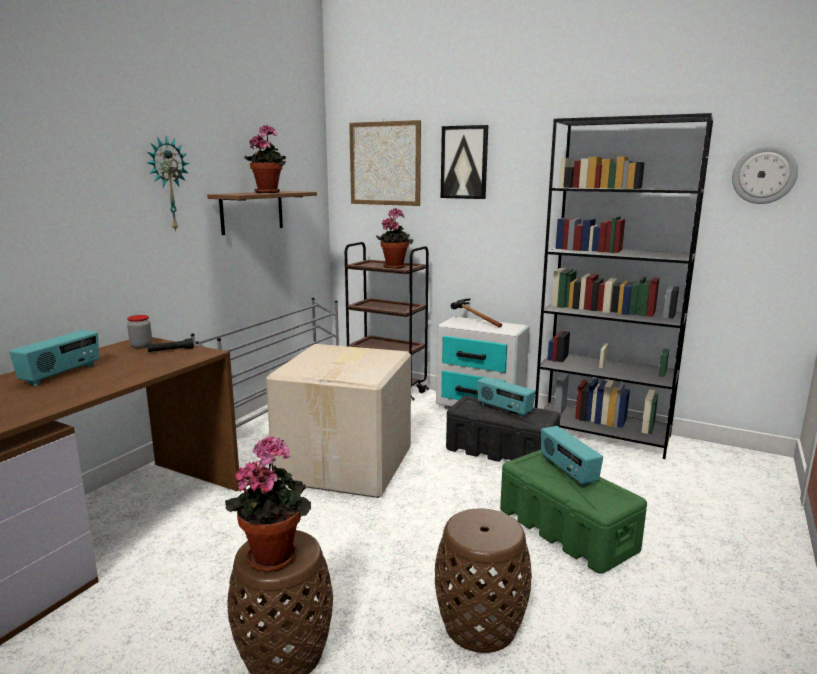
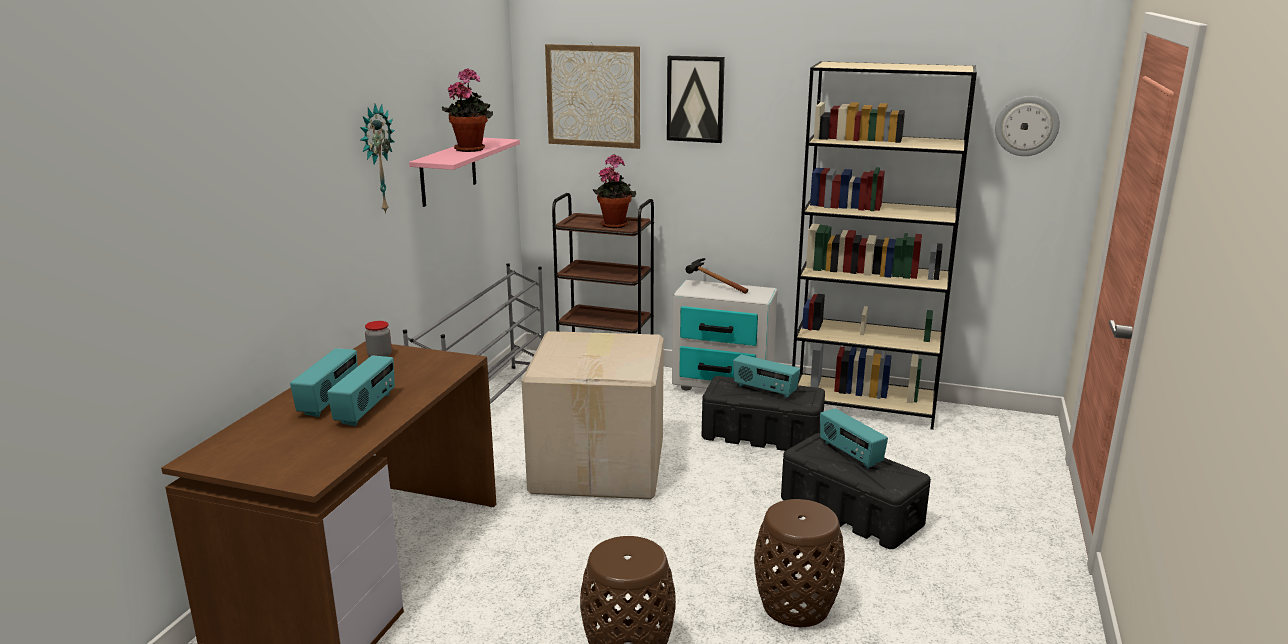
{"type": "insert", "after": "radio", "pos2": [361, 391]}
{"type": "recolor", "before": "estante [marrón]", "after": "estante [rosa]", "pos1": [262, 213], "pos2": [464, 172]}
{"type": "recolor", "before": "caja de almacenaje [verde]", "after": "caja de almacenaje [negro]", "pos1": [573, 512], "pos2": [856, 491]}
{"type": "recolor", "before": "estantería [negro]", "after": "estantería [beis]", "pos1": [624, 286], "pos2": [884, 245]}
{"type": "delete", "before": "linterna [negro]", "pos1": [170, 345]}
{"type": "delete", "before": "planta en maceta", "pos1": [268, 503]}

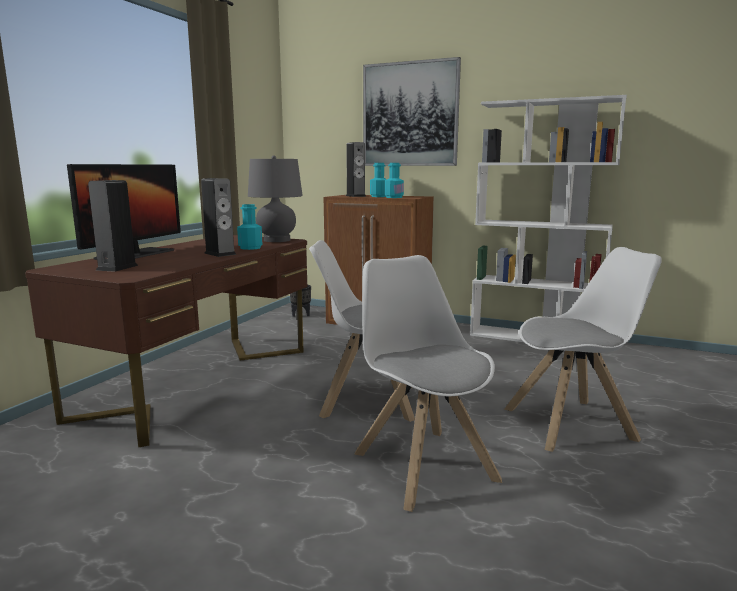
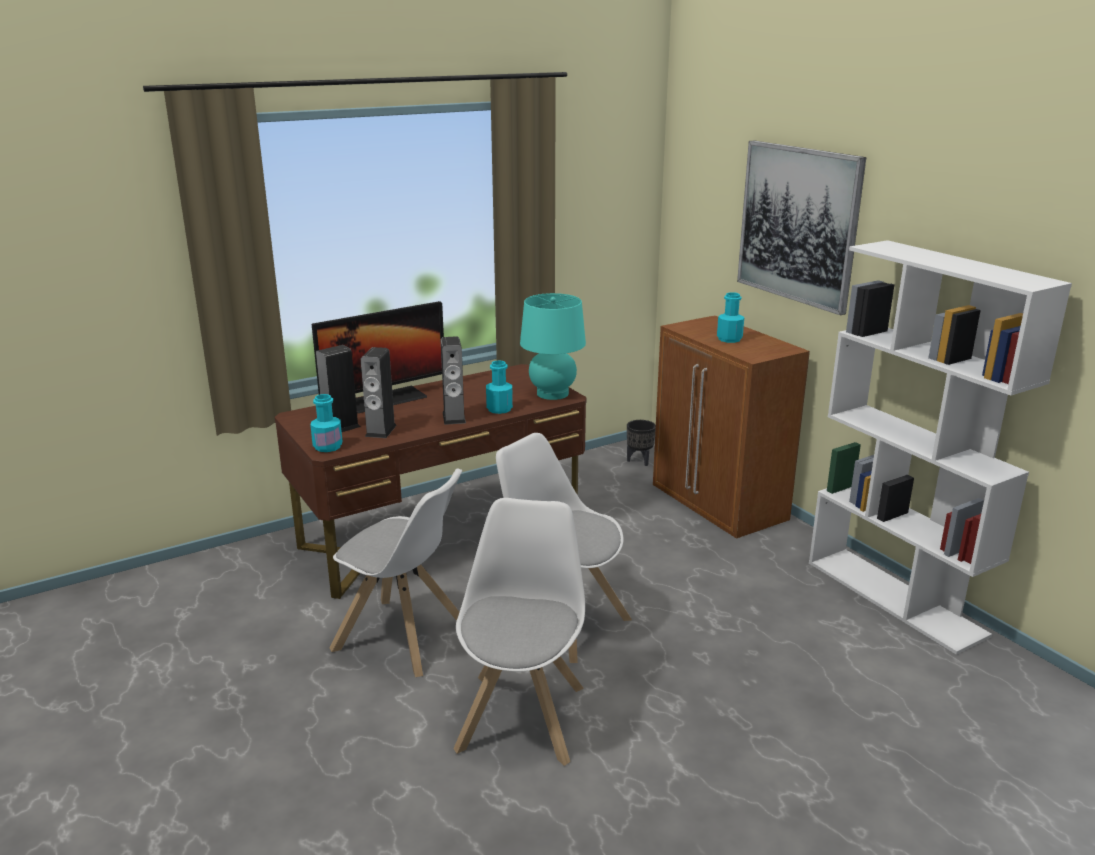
{"type": "move", "before": "botella [turquesa]", "pos1": [394, 180], "pos2": [326, 423]}
{"type": "move", "before": "silla", "pos1": [583, 349], "pos2": [396, 572]}
{"type": "move", "before": "altavoz", "pos1": [356, 169], "pos2": [379, 392]}
{"type": "recolor", "before": "lámpara de mesa [gris]", "after": "lámpara de mesa [turquesa]", "pos1": [275, 198], "pos2": [553, 346]}

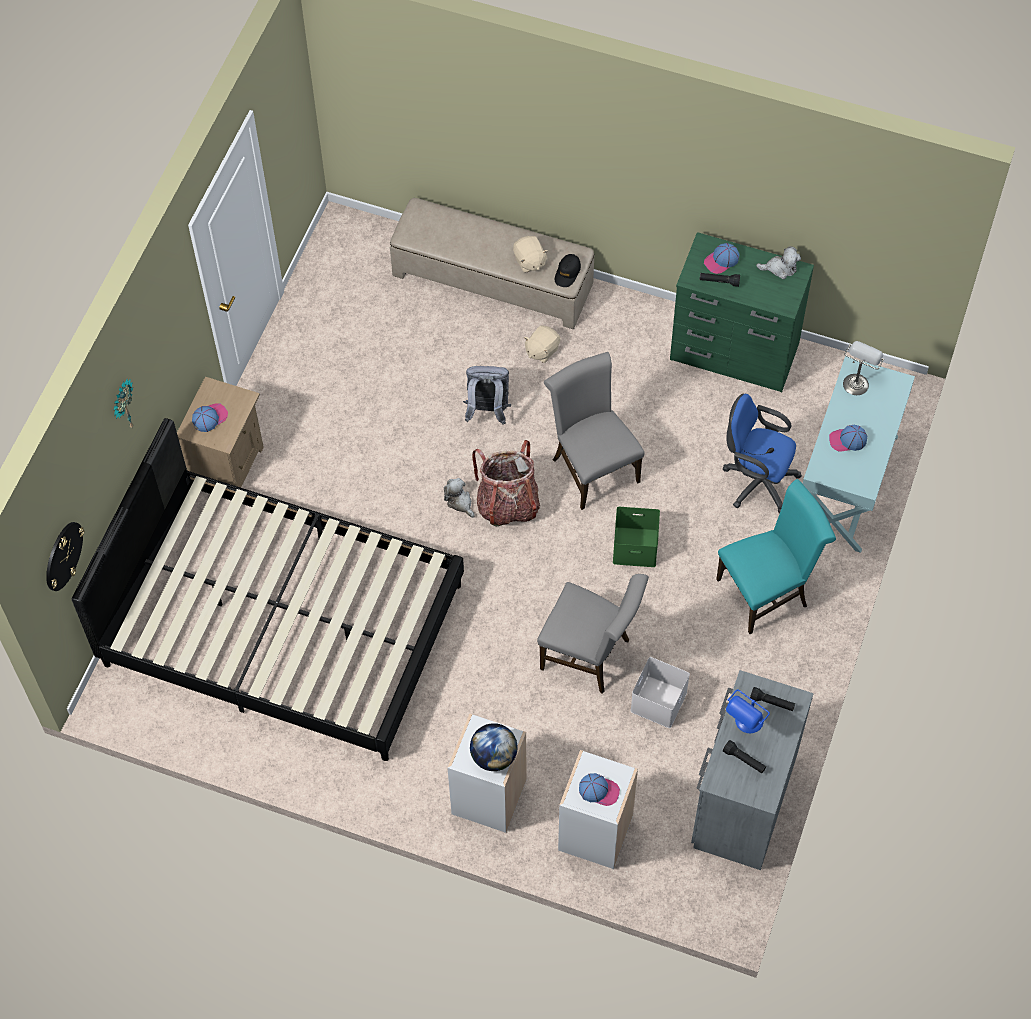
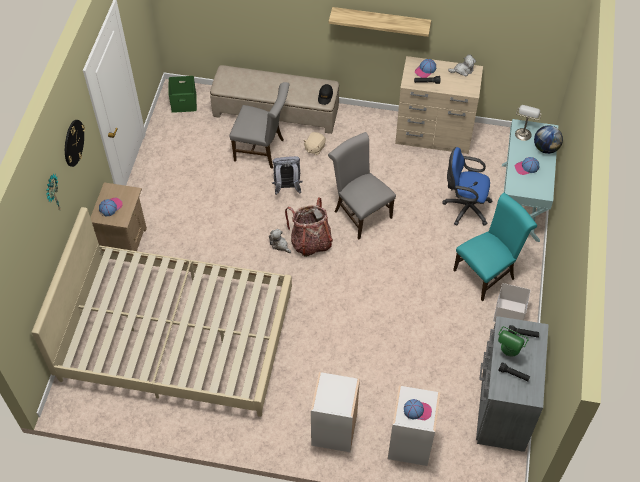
{"type": "recolor", "before": "cama [negro]", "after": "cama [beis]", "pos1": [268, 589], "pos2": [162, 312]}
{"type": "move", "before": "reloj de pared", "pos1": [65, 556], "pos2": [75, 143]}
{"type": "move", "before": "caja de almacenaje [verde]", "pos1": [636, 537], "pos2": [183, 94]}
{"type": "move", "before": "silla [gris]", "pos1": [593, 634], "pos2": [259, 125]}
{"type": "insert", "after": "estante", "pos2": [380, 22]}
{"type": "recolor", "before": "cómoda [verde]", "after": "cómoda [beis]", "pos1": [742, 312], "pos2": [439, 105]}
{"type": "move", "before": "caja de almacenaje [blanco]", "pos1": [660, 692], "pos2": [512, 302]}
{"type": "recolor", "before": "lámpara de mesa [azul]", "after": "lámpara de mesa [verde]", "pos1": [748, 711], "pos2": [513, 341]}
{"type": "move", "before": "globo terráqueo", "pos1": [494, 747], "pos2": [548, 139]}
{"type": "delete", "before": "peluche [beis]", "pos1": [530, 254]}

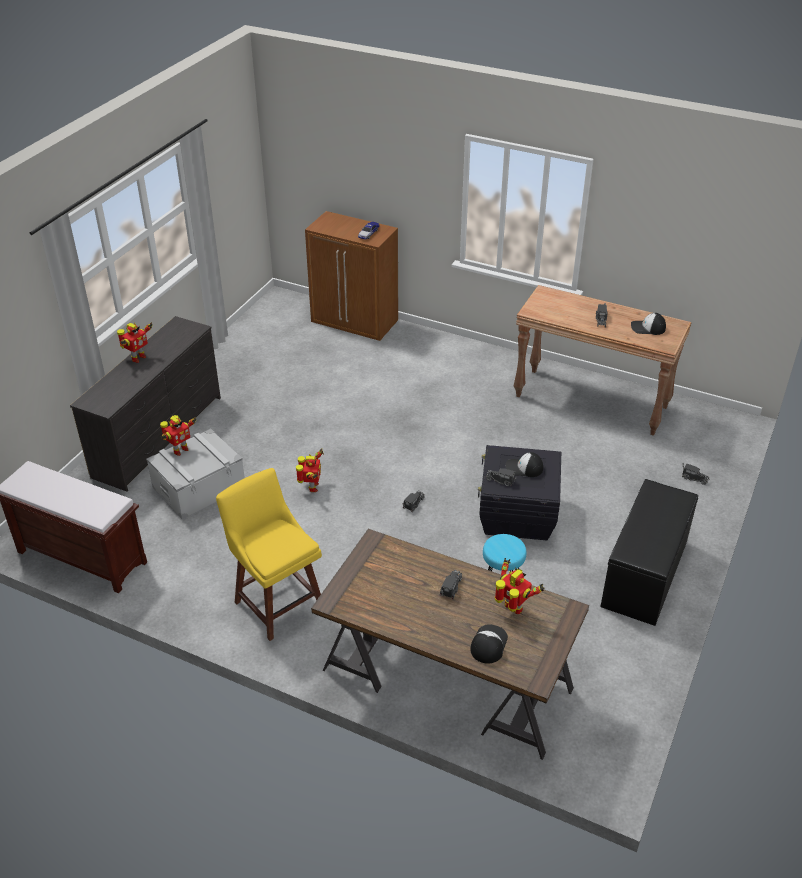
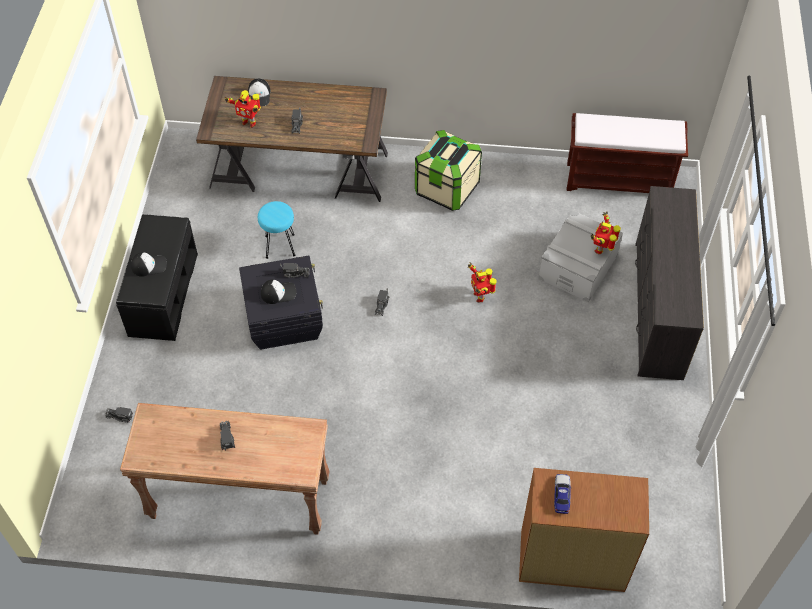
{"type": "move", "before": "gorra", "pos1": [648, 324], "pos2": [149, 264]}
{"type": "replace", "before": "taburete [amarillo]", "after": "caja de almacenaje", "pos1": [269, 554], "pos2": [448, 170]}
{"type": "delete", "before": "robot de juguete", "pos1": [135, 342]}

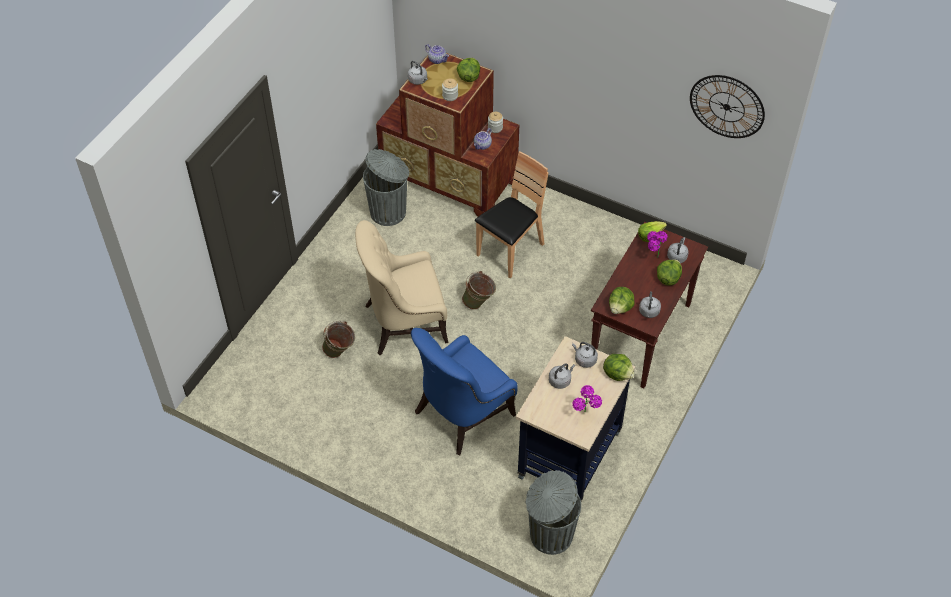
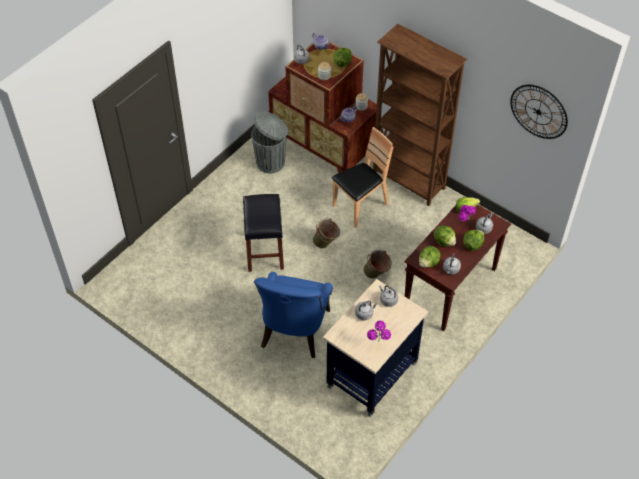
{"type": "replace", "before": "silla [beis]", "after": "taburete [negro]", "pos1": [402, 287], "pos2": [263, 233]}
{"type": "rotate", "before": "silla [azul]", "pos1": [464, 391], "pos2": [293, 315], "turn": -45}
{"type": "move", "before": "cubo [verde]", "pos1": [339, 339], "pos2": [377, 264]}
{"type": "insert", "after": "estantería [marrón]", "pos2": [420, 115]}
{"type": "move", "before": "lechuga", "pos1": [619, 367], "pos2": [445, 235]}
{"type": "delete", "before": "papelera [gris]", "pos1": [553, 512]}

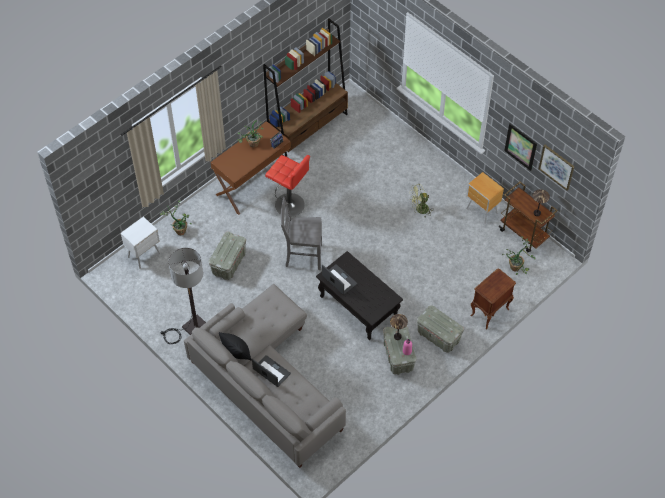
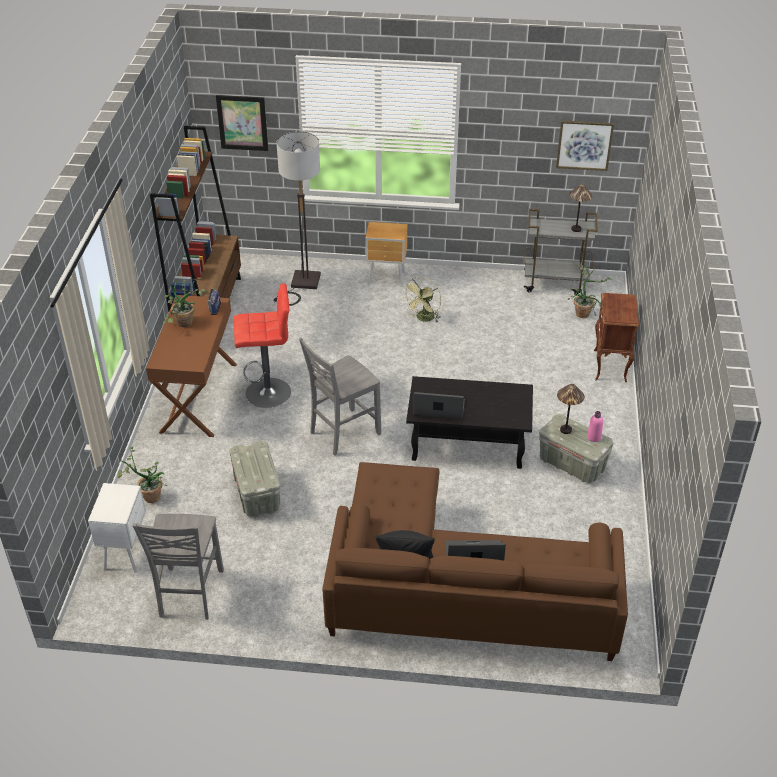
{"type": "insert", "after": "silla [gris]", "pos2": [178, 567]}
{"type": "move", "before": "cuadro", "pos1": [520, 147], "pos2": [242, 123]}
{"type": "move", "before": "lámpara de pie", "pos1": [183, 296], "pos2": [297, 218]}
{"type": "recolor", "before": "sofá [gris]", "after": "sofá [marrón]", "pos1": [265, 376], "pos2": [475, 561]}
{"type": "move", "before": "mesita de noche [marrón]", "pos1": [485, 198], "pos2": [386, 254]}
{"type": "recolor", "before": "carrito [marrón]", "after": "carrito [gris]", "pos1": [528, 217], "pos2": [561, 252]}
{"type": "delete", "before": "caja de almacenaje [gris]", "pos1": [440, 329]}

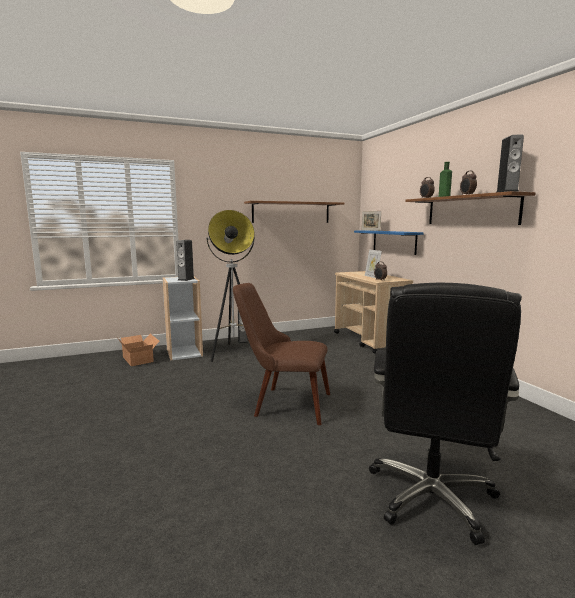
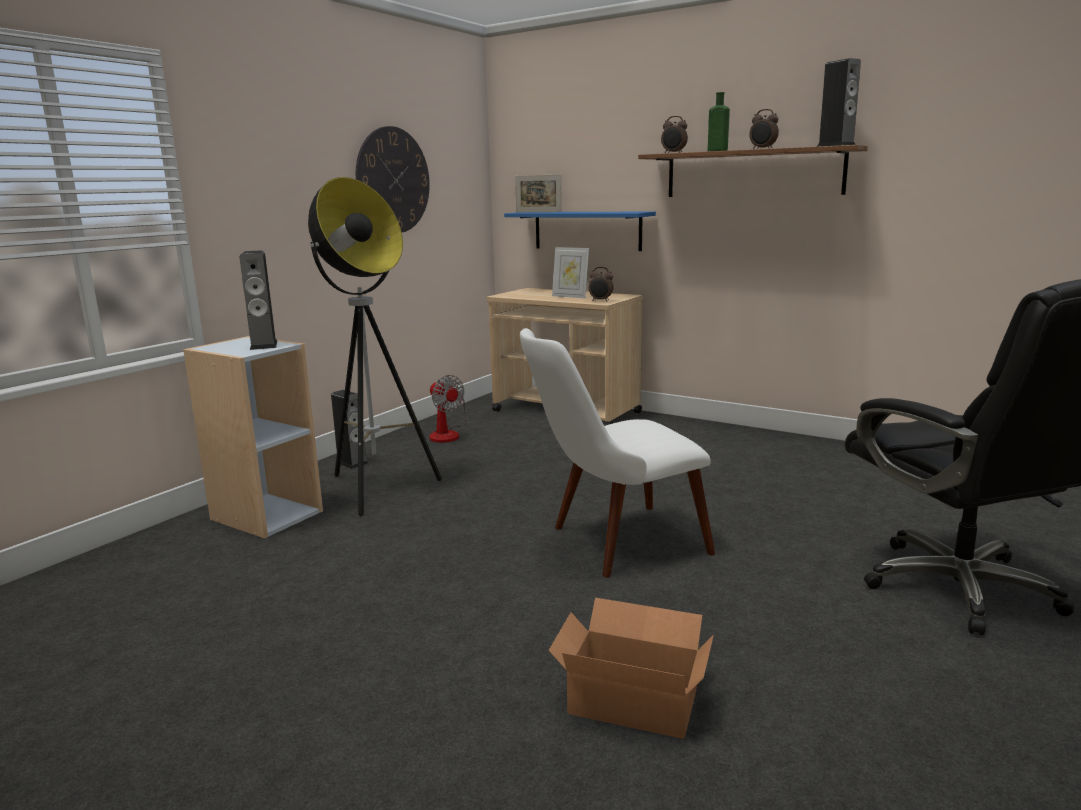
{"type": "replace", "before": "estante", "after": "reloj de pared", "pos1": [294, 212], "pos2": [393, 179]}
{"type": "insert", "after": "ventilador", "pos2": [449, 409]}
{"type": "recolor", "before": "silla [marrón]", "after": "silla [blanco]", "pos1": [281, 354], "pos2": [617, 453]}
{"type": "move", "before": "caja de cartón", "pos1": [138, 350], "pos2": [631, 668]}

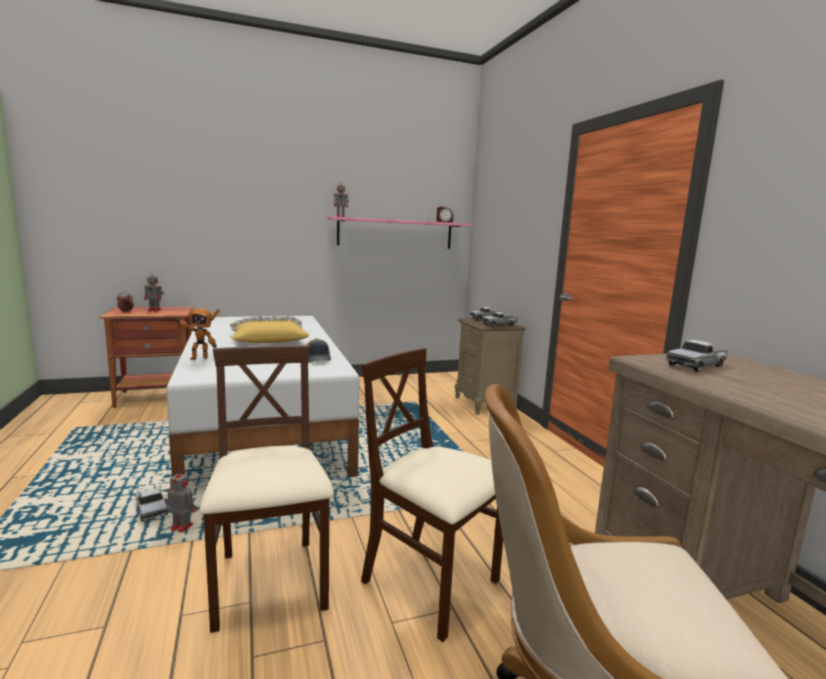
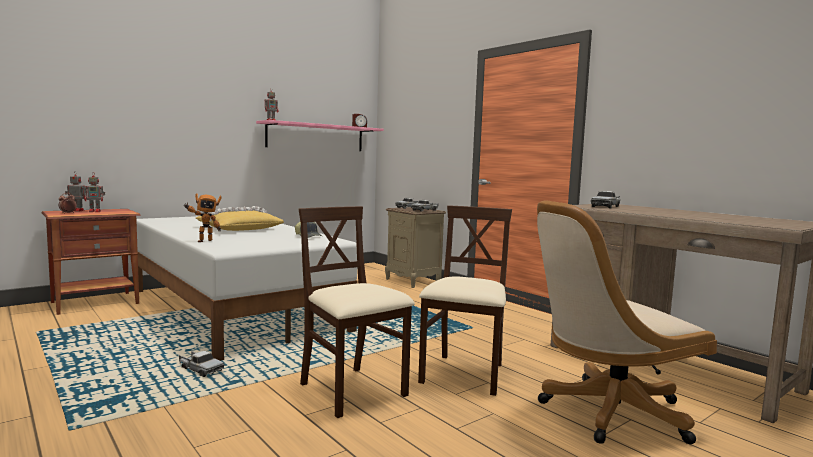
{"type": "move", "before": "robot de juguete", "pos1": [181, 501], "pos2": [75, 191]}
{"type": "rotate", "before": "silla [beis]", "pos1": [432, 495], "pos2": [465, 300], "turn": 90}

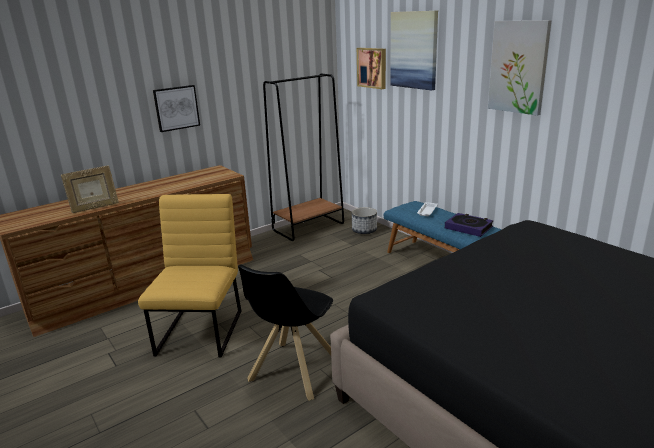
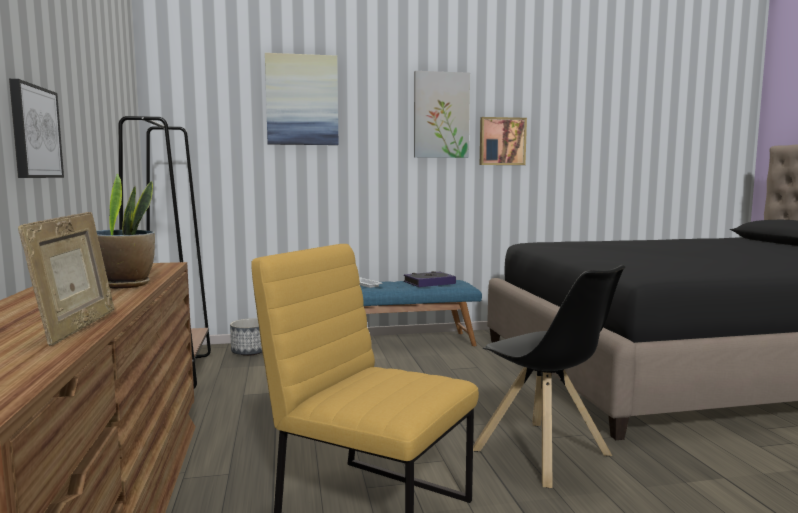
{"type": "insert", "after": "planta en maceta", "pos2": [126, 231]}
{"type": "move", "before": "cuadro", "pos1": [371, 68], "pos2": [503, 141]}

